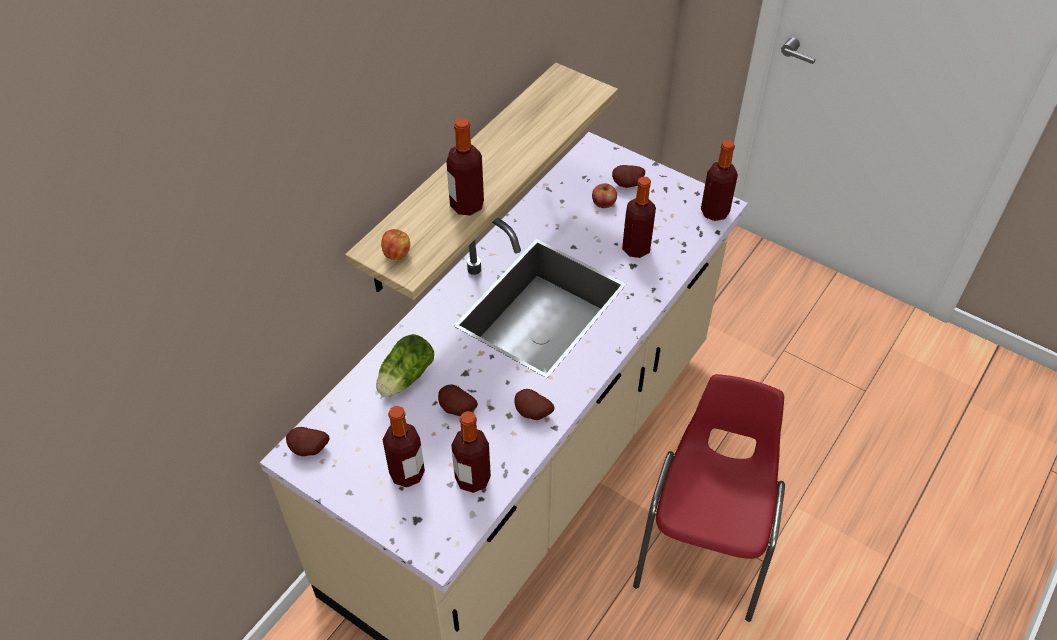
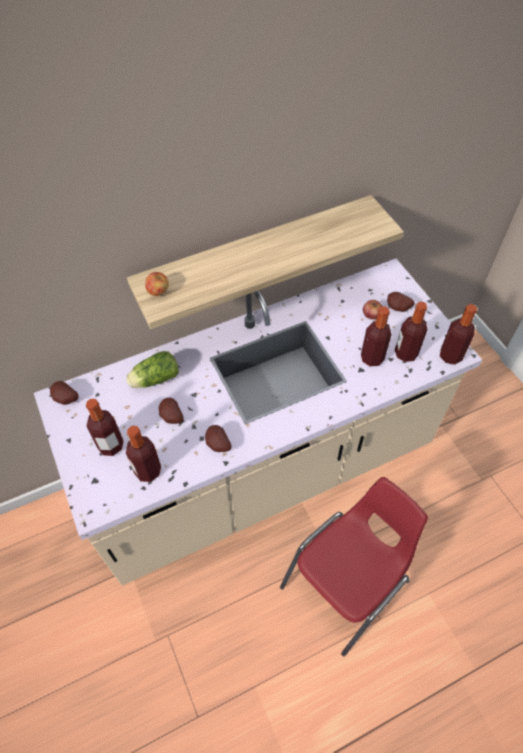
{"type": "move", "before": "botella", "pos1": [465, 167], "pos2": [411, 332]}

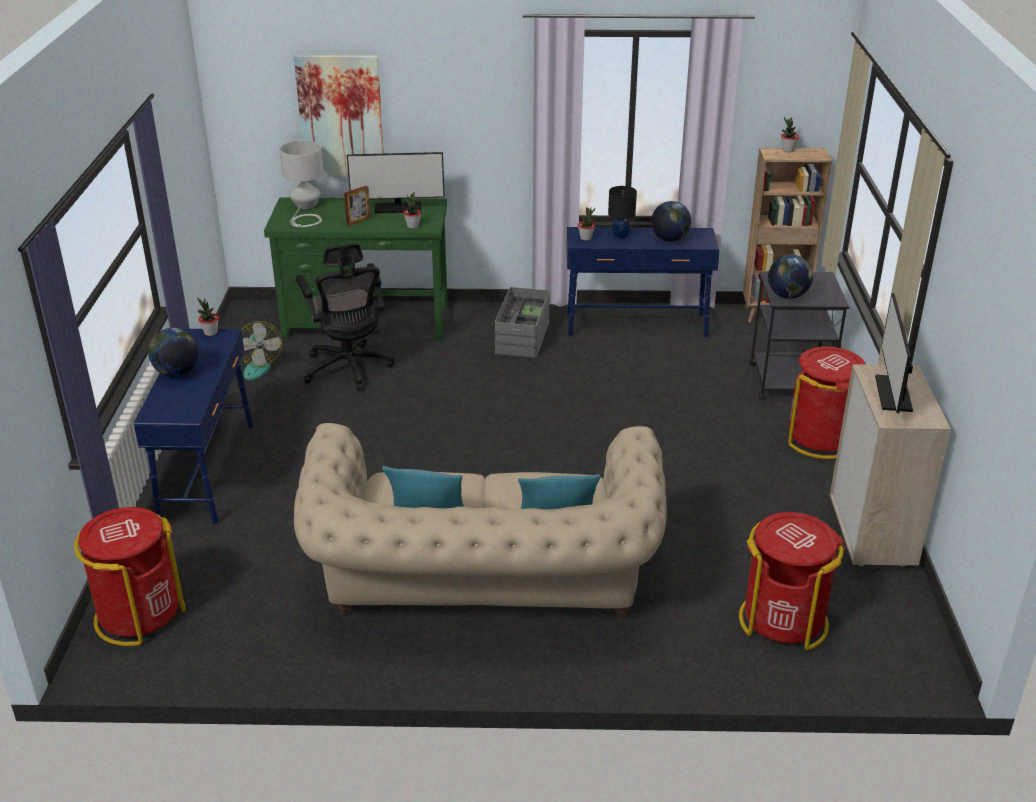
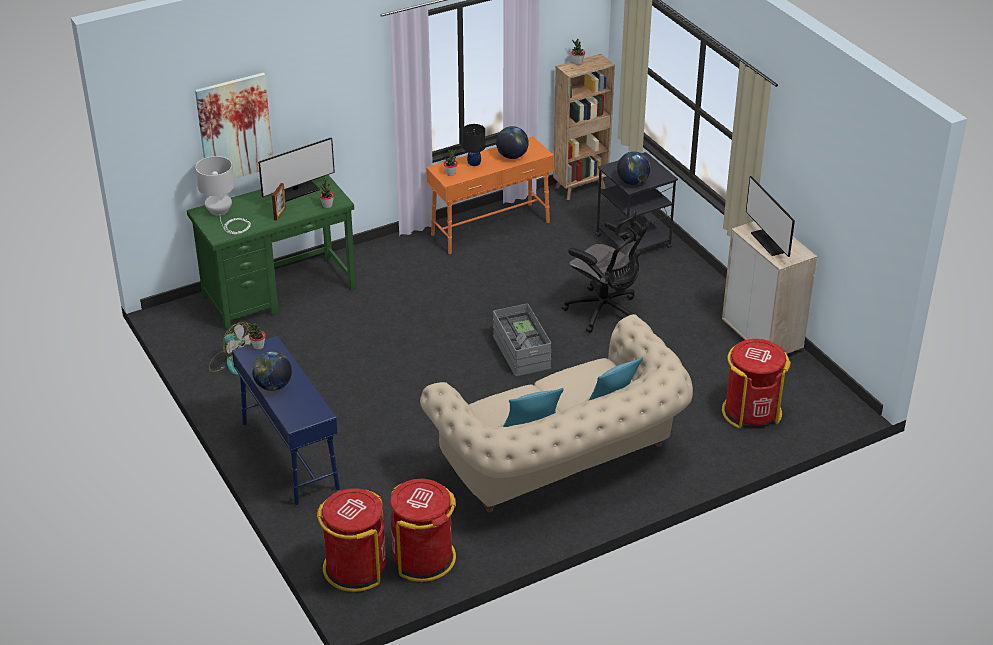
{"type": "move", "before": "papelera [rojo]", "pos1": [827, 402], "pos2": [423, 530]}
{"type": "recolor", "before": "mesa consola [azul]", "after": "mesa consola [naranja]", "pos1": [643, 282], "pos2": [490, 195]}
{"type": "move", "before": "caja de almacenaje [gris]", "pos1": [522, 322], "pos2": [522, 340]}
{"type": "move", "before": "silla de oficina", "pos1": [345, 317], "pos2": [605, 272]}

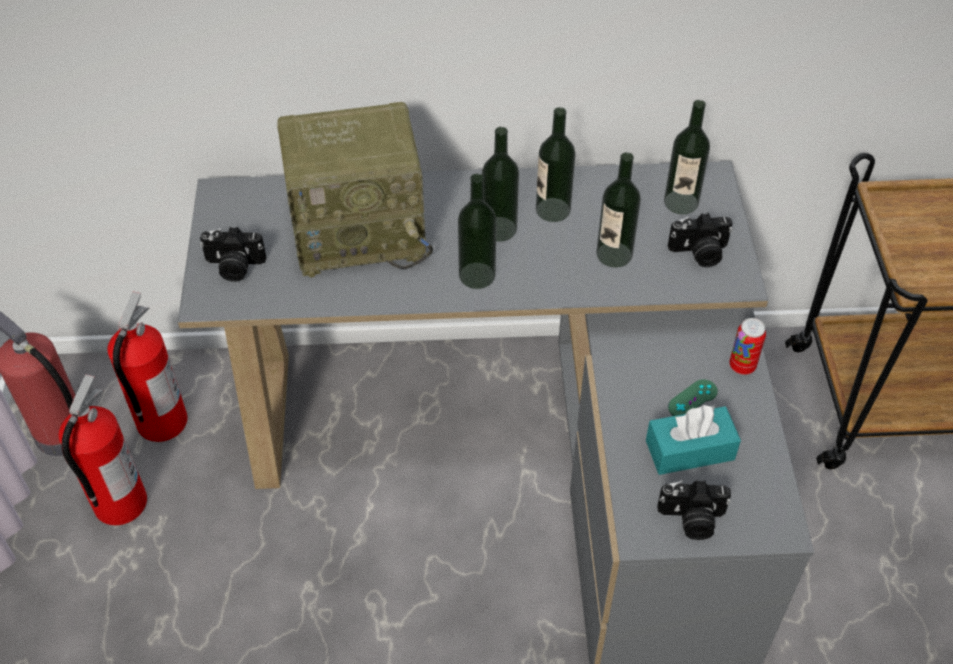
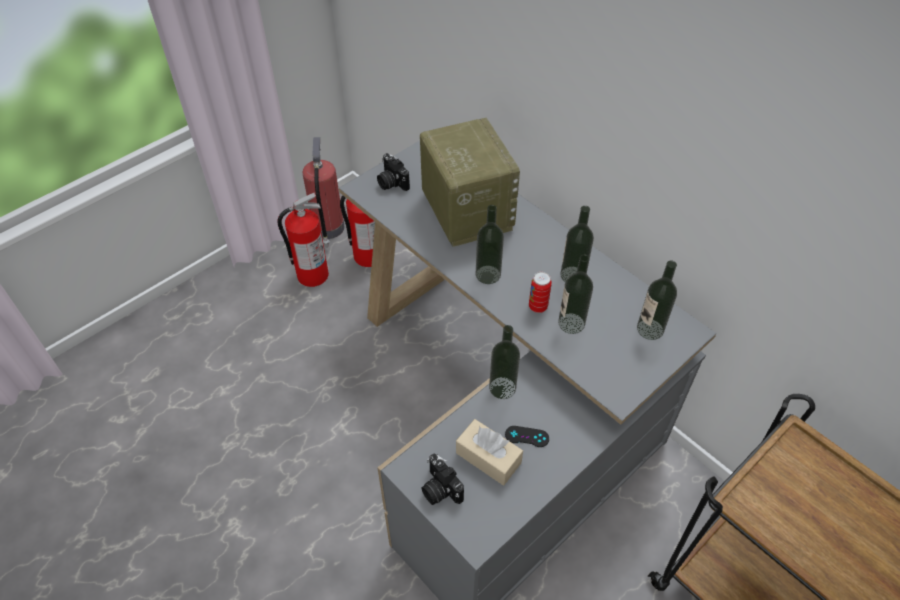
{"type": "rotate", "before": "radio", "pos1": [355, 189], "pos2": [470, 182], "turn": -150}
{"type": "recolor", "before": "caja de pañuelos [turquesa]", "after": "caja de pañuelos [beis]", "pos1": [693, 440], "pos2": [489, 452]}
{"type": "move", "before": "botella", "pos1": [500, 184], "pos2": [504, 362]}
{"type": "recolor", "before": "mando de consola [verde]", "after": "mando de consola [negro]", "pos1": [693, 397], "pos2": [527, 436]}
{"type": "move", "before": "lata", "pos1": [747, 346], "pos2": [540, 292]}
{"type": "delete", "before": "cámara", "pos1": [700, 240]}

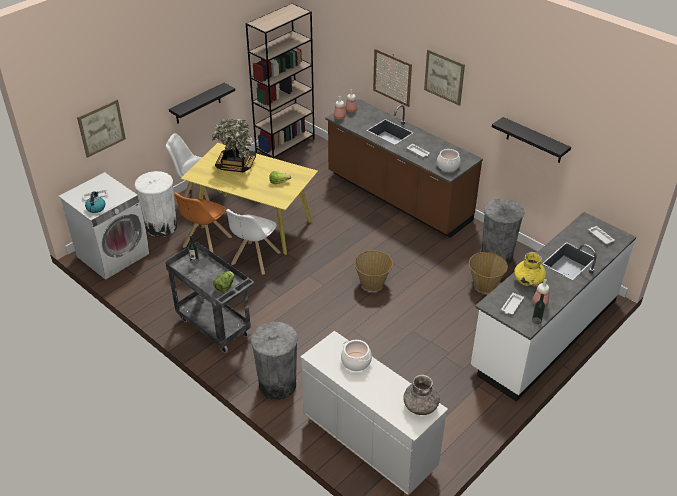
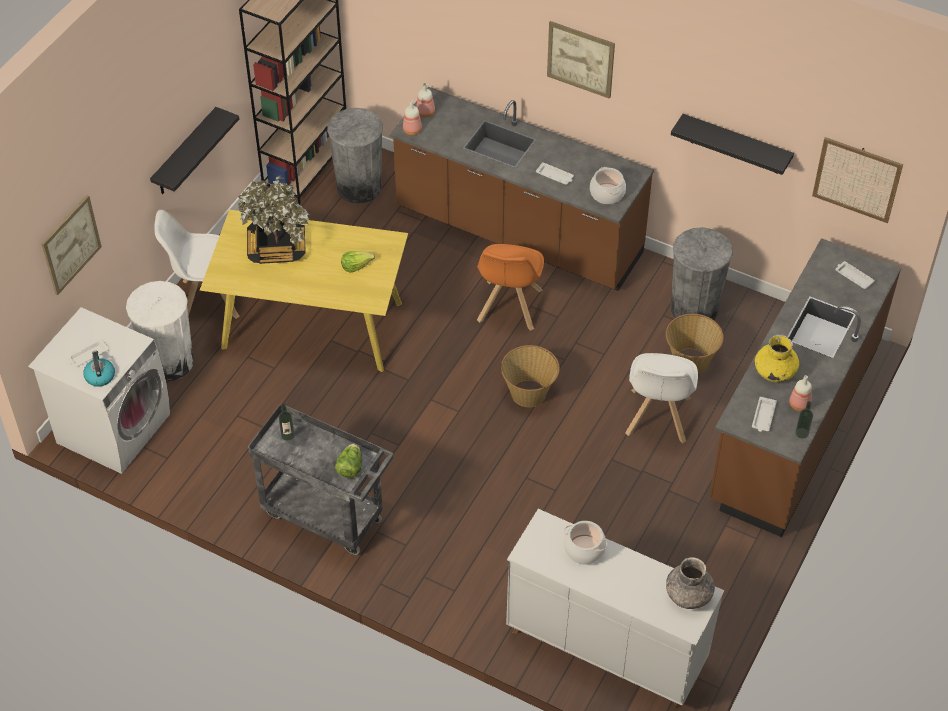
{"type": "move", "before": "papelera [gris]", "pos1": [274, 361], "pos2": [355, 156]}
{"type": "move", "before": "silla [naranja]", "pos1": [203, 222], "pos2": [510, 287]}
{"type": "move", "before": "silla [blanco]", "pos1": [253, 242], "pos2": [661, 398]}
{"type": "recolor", "before": "mueble bajo de cocina [blanco]", "after": "mueble bajo de cocina [marrón]", "pos1": [553, 306], "pos2": [805, 387]}
{"type": "move", "before": "cuadro", "pos1": [392, 77], "pos2": [857, 180]}

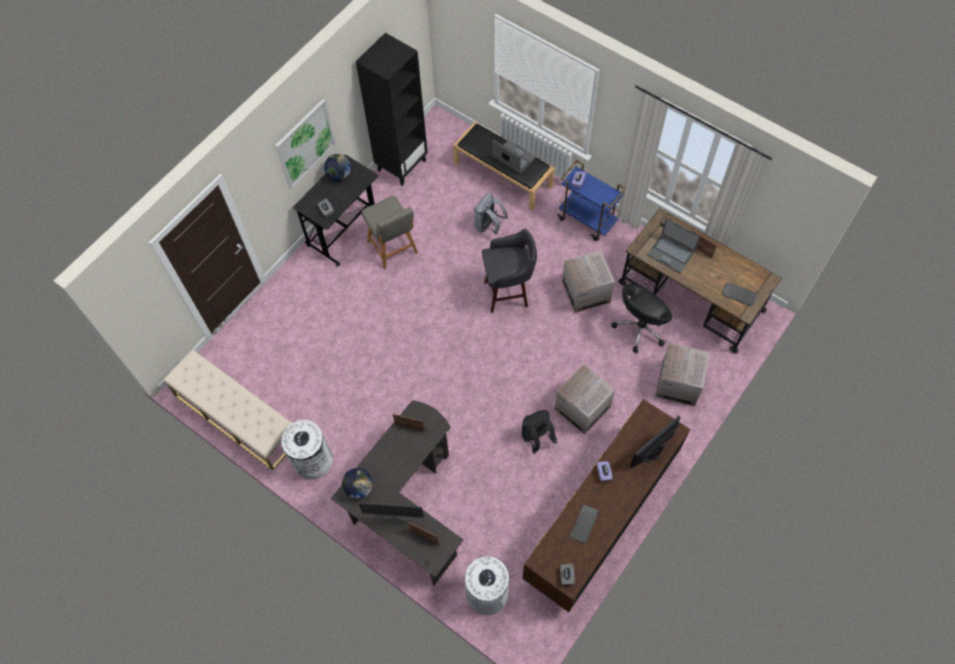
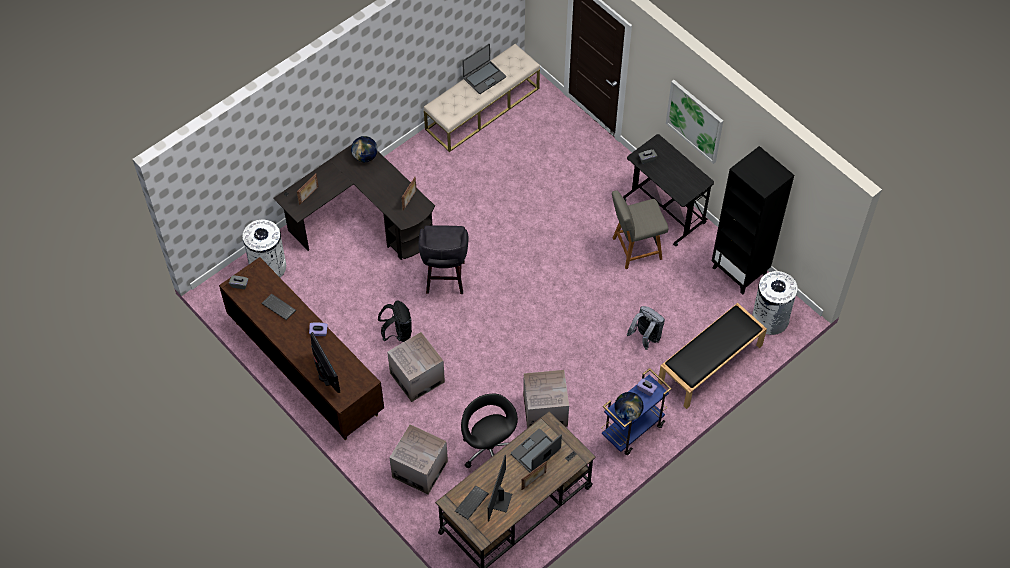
{"type": "move", "before": "taburete [gris]", "pos1": [509, 270], "pos2": [443, 259]}
{"type": "move", "before": "portátil", "pos1": [514, 157], "pos2": [484, 69]}
{"type": "move", "before": "monitor", "pos1": [391, 512], "pos2": [500, 488]}
{"type": "move", "before": "globo terráqueo", "pos1": [337, 167], "pos2": [629, 406]}
{"type": "move", "before": "papelera [blanco]", "pos1": [307, 449], "pos2": [775, 303]}

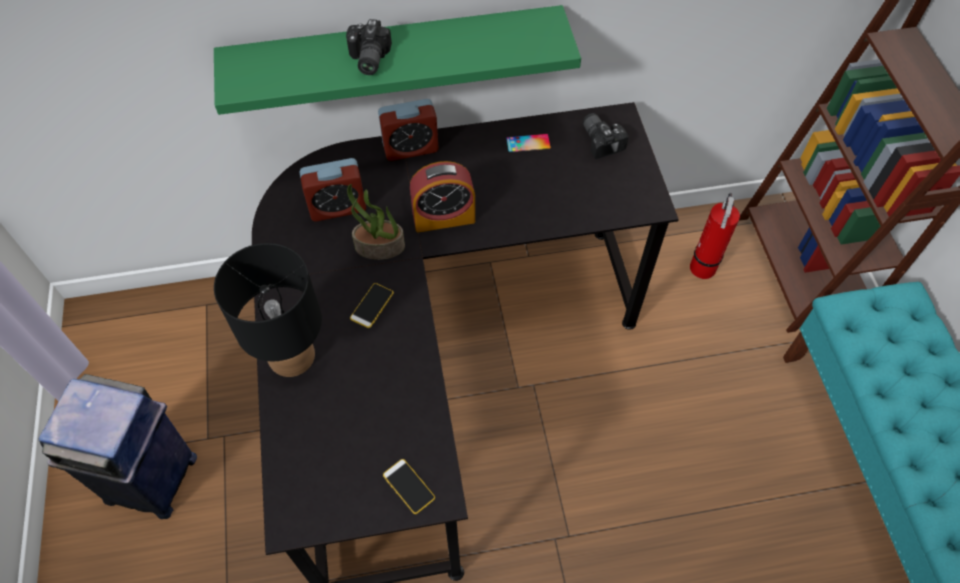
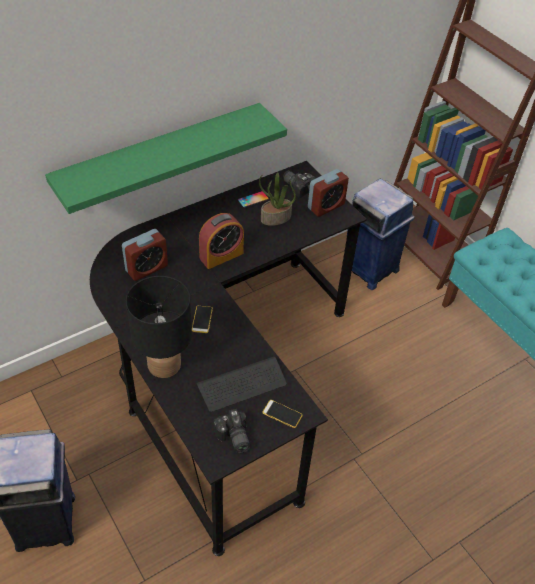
{"type": "insert", "after": "teclado", "pos2": [241, 384]}
{"type": "move", "before": "cámara", "pos1": [369, 47], "pos2": [232, 431]}
{"type": "move", "before": "planta en maceta", "pos1": [376, 222], "pos2": [277, 199]}
{"type": "move", "before": "despertador", "pos1": [408, 130], "pos2": [328, 193]}
{"type": "replace", "before": "extintor", "after": "papelera [azul]", "pos1": [715, 236], "pos2": [380, 234]}

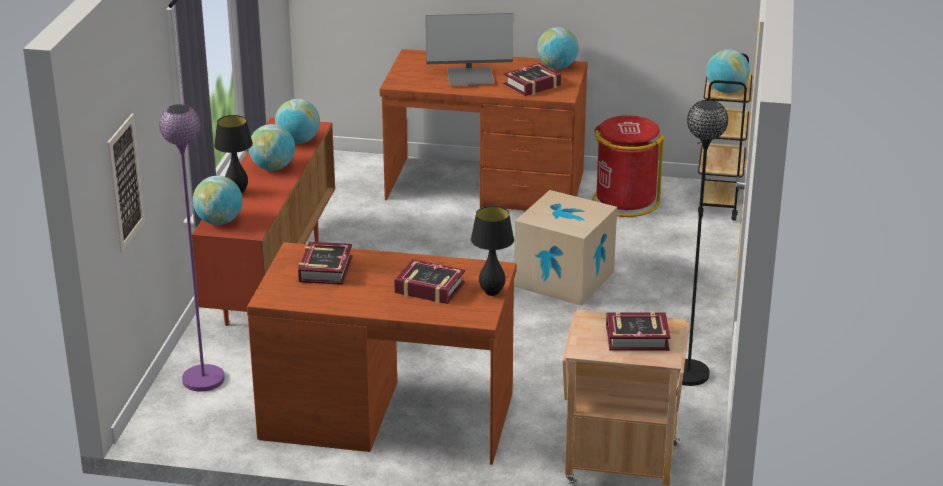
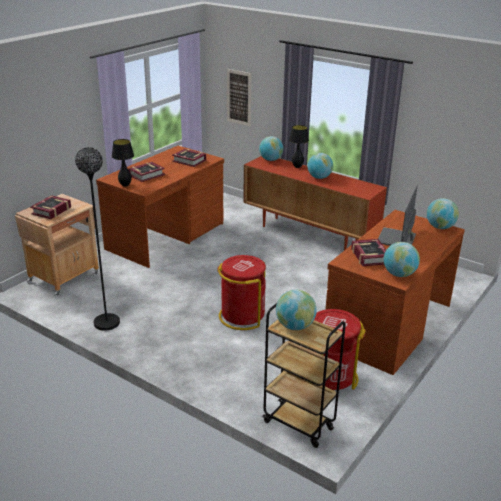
{"type": "replace", "before": "caja de cartón", "after": "papelera [rojo]", "pos1": [565, 248], "pos2": [241, 292]}
{"type": "move", "before": "globo terráqueo", "pos1": [297, 121], "pos2": [443, 213]}
{"type": "delete", "before": "lámpara de pie [morado]", "pos1": [192, 248]}

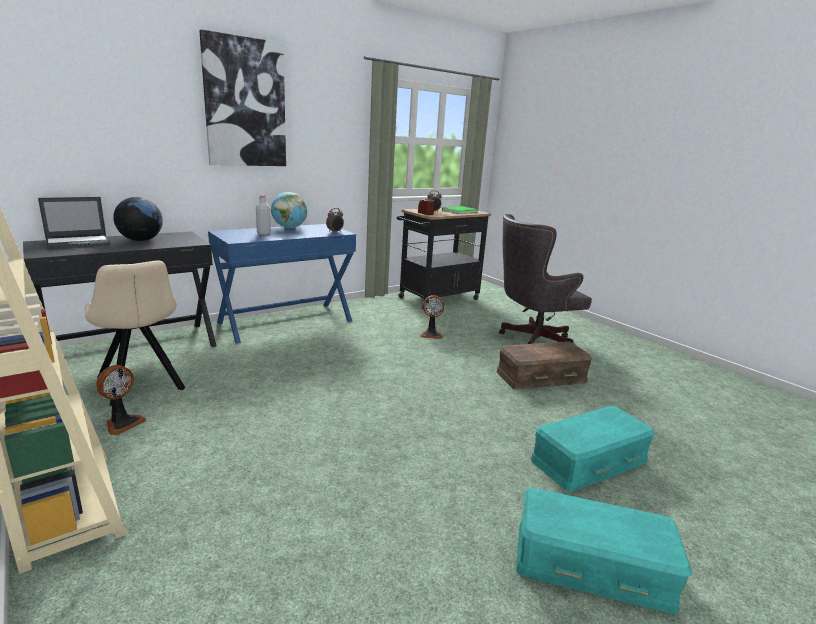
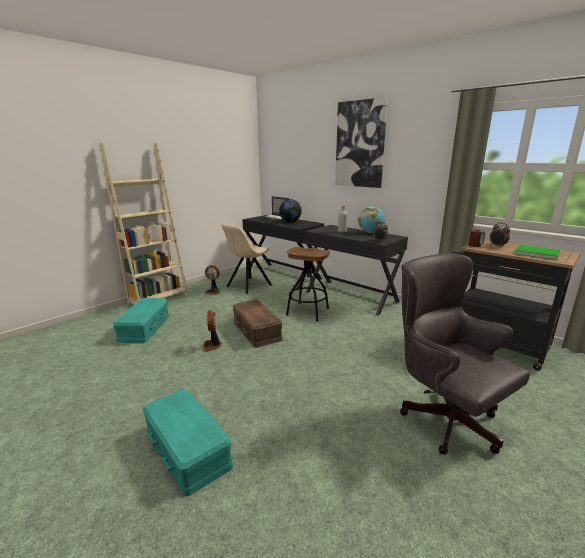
{"type": "move", "before": "caja de almacenaje [turquesa]", "pos1": [604, 551], "pos2": [141, 320]}
{"type": "move", "before": "ventilador", "pos1": [432, 317], "pos2": [212, 331]}
{"type": "move", "before": "caja de almacenaje [marrón]", "pos1": [544, 365], "pos2": [257, 324]}
{"type": "insert", "after": "taburete [marrón]", "pos2": [308, 284]}
{"type": "recolor", "before": "escritorio [azul]", "after": "escritorio [negro]", "pos1": [282, 284], "pos2": [356, 270]}

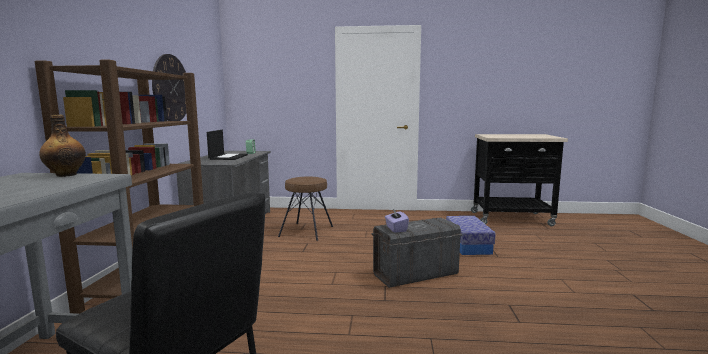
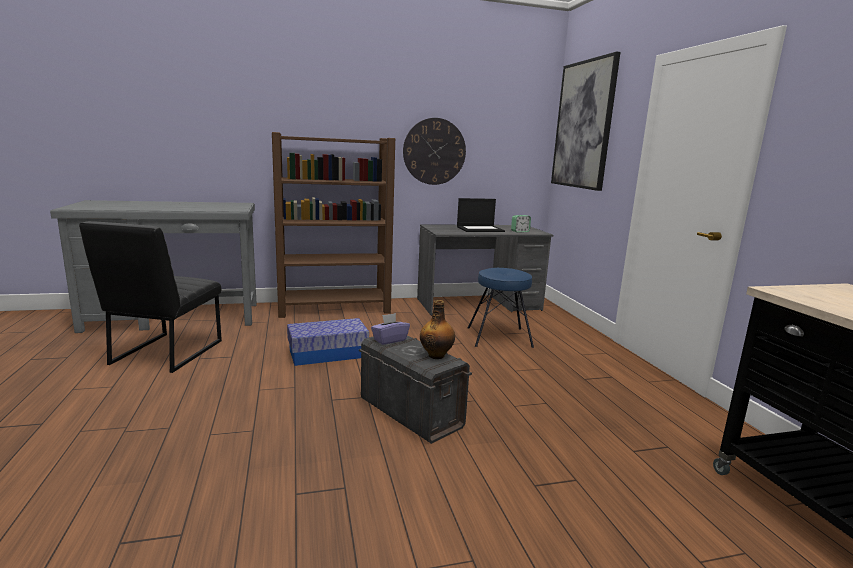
{"type": "move", "before": "caja de almacenaje", "pos1": [471, 235], "pos2": [328, 342]}
{"type": "move", "before": "botella", "pos1": [62, 146], "pos2": [437, 329]}
{"type": "recolor", "before": "taburete [marrón]", "after": "taburete [azul]", "pos1": [305, 209], "pos2": [501, 308]}
{"type": "insert", "after": "cuadro", "pos2": [586, 121]}

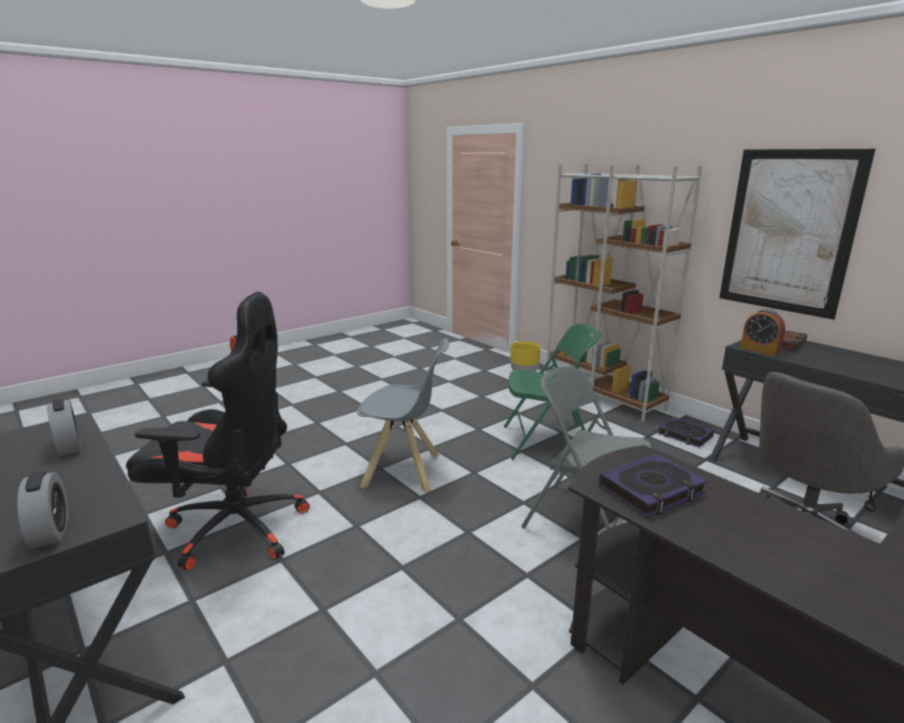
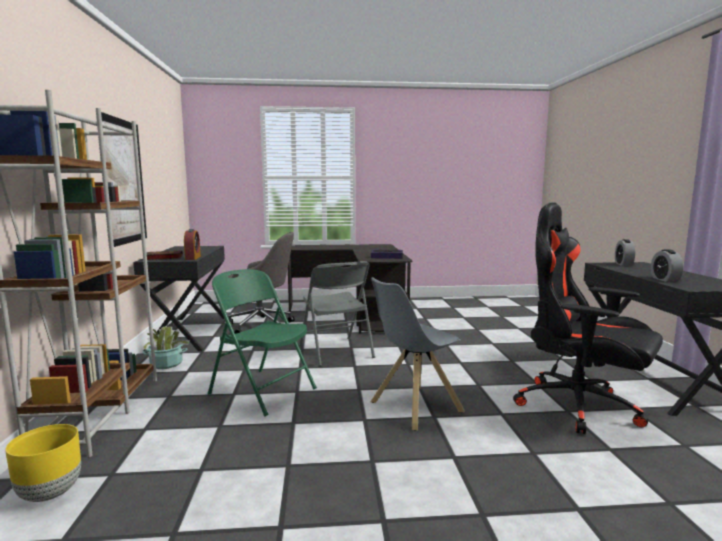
{"type": "replace", "before": "libro", "after": "planta en maceta", "pos1": [686, 432], "pos2": [166, 347]}
{"type": "rotate", "before": "silla [gris]", "pos1": [403, 415], "pos2": [418, 353], "turn": -75}

